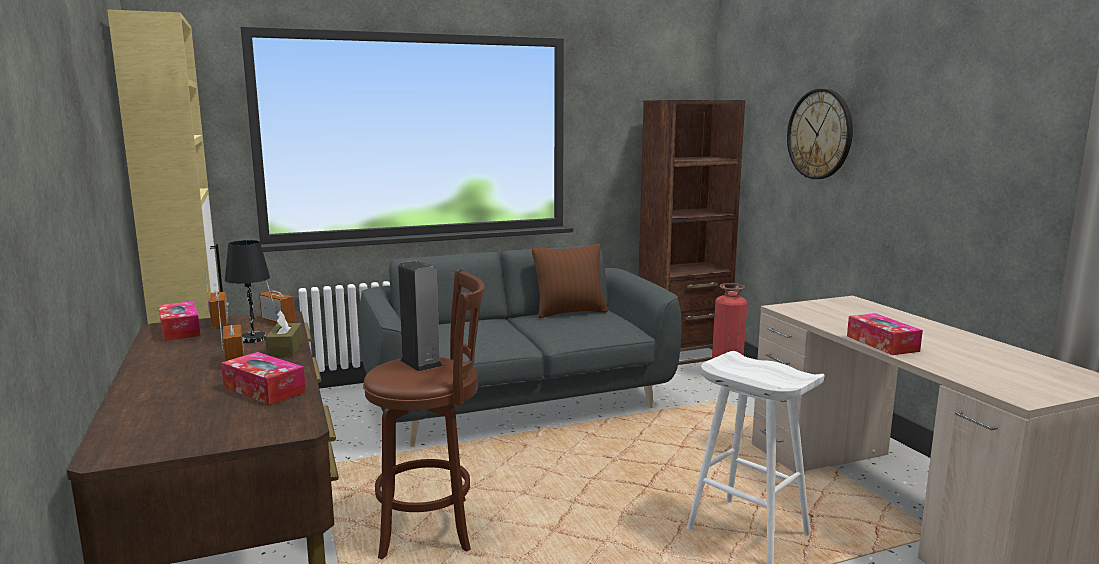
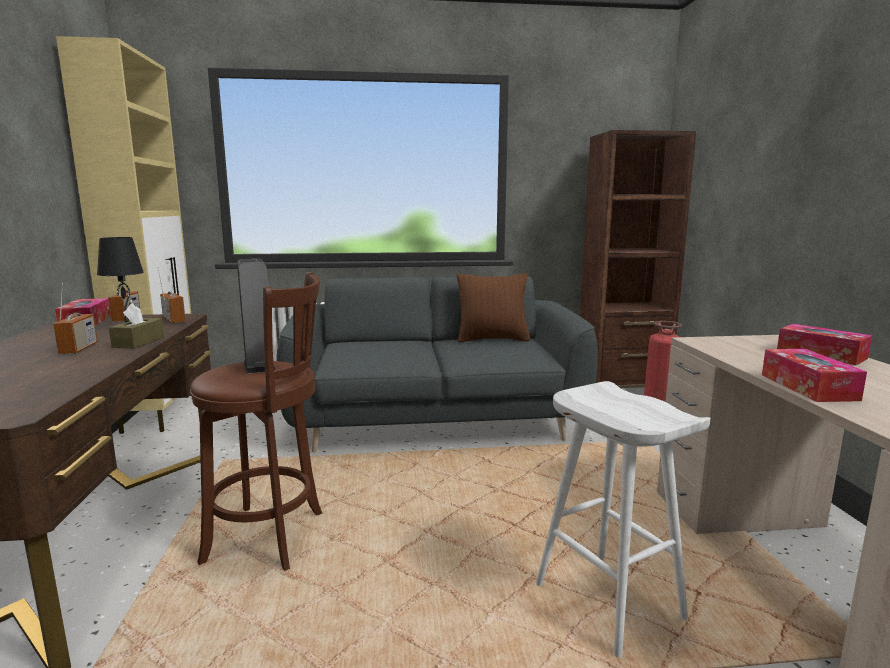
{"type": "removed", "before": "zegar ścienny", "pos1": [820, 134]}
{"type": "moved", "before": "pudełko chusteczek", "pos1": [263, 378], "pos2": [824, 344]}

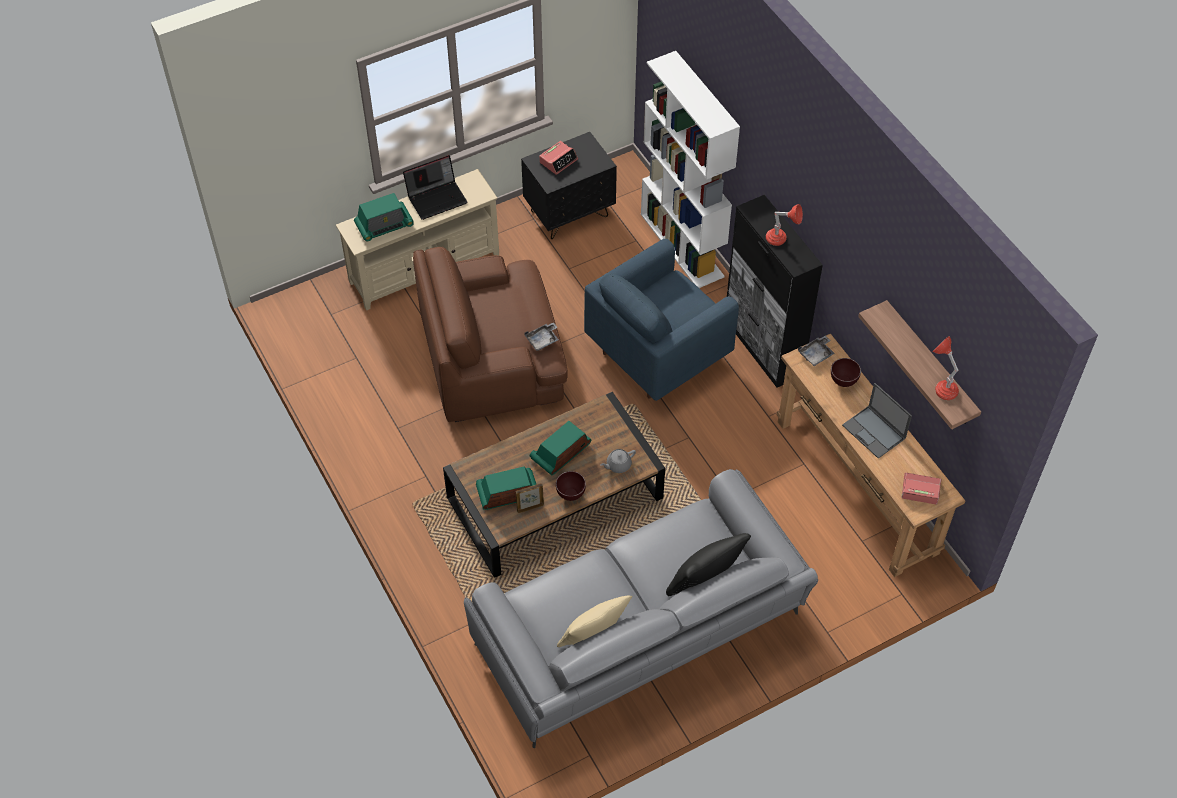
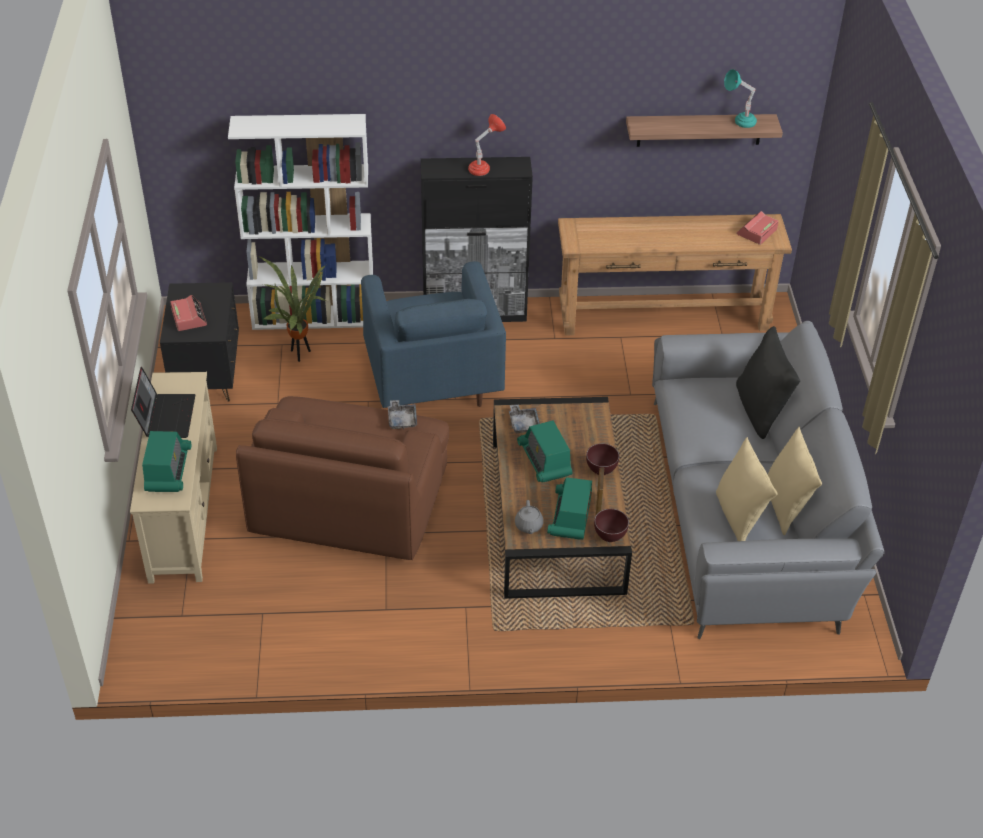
{"type": "removed", "before": "laptop", "pos1": [877, 421]}
{"type": "added", "after": "roślina doniczkowa", "pos2": [293, 309]}
{"type": "added", "after": "poduszka [beżowy]", "pos2": [747, 489]}
{"type": "moved", "before": "imbryk [szary]", "pos1": [618, 461], "pos2": [529, 517]}
{"type": "moved", "before": "taca [szary]", "pos1": [816, 351], "pos2": [524, 418]}
{"type": "moved", "before": "miska [brązowy]", "pos1": [846, 372], "pos2": [611, 525]}
{"type": "recoloured", "before": "lampa stołowa [czerwony]", "after": "lampa stołowa [turkusowy]", "pos1": [946, 368], "pos2": [740, 98]}

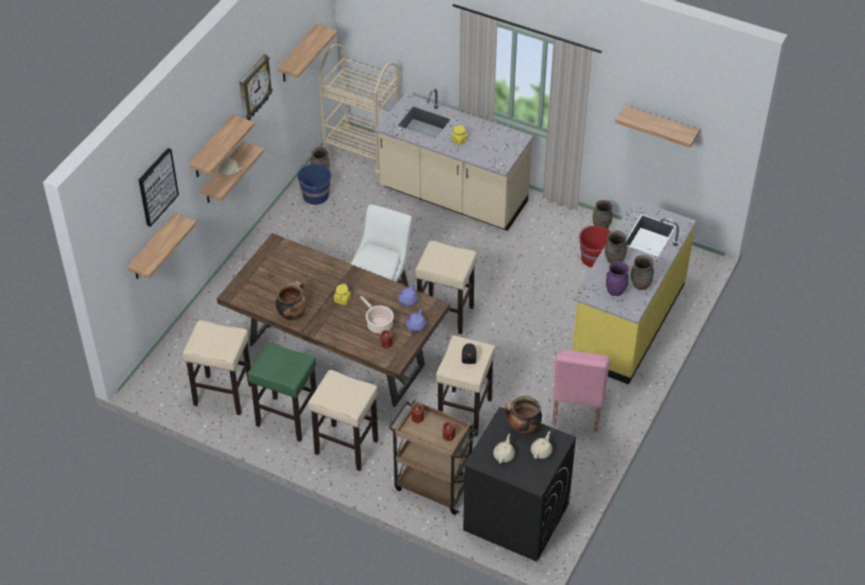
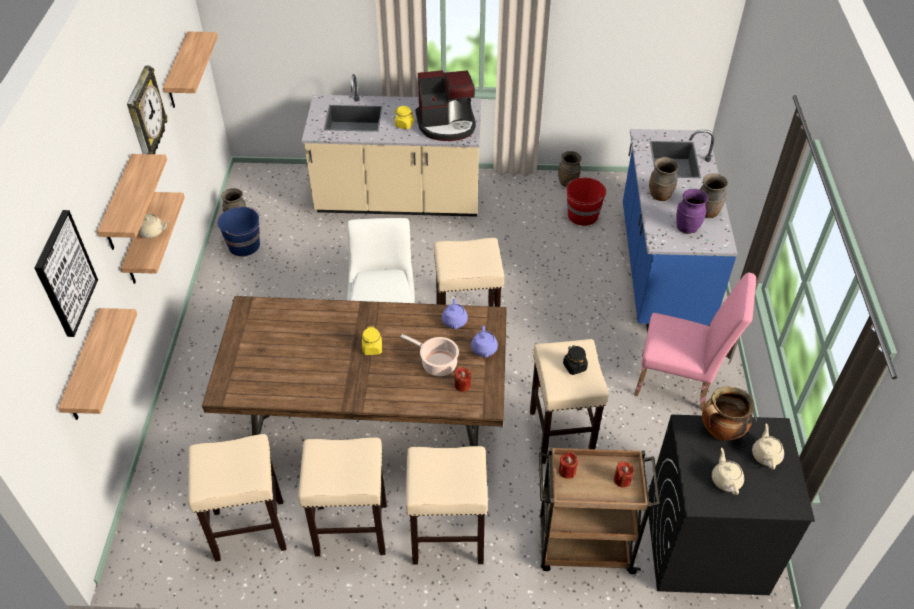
{"type": "removed", "before": "garnek", "pos1": [291, 300]}
{"type": "removed", "before": "wózek [beżowy]", "pos1": [359, 111]}
{"type": "removed", "before": "półka", "pos1": [657, 126]}
{"type": "added", "after": "ekspres do kawy", "pos2": [446, 105]}
{"type": "recoloured", "before": "stołek [zielony]", "after": "stołek [beżowy]", "pos1": [282, 392], "pos2": [342, 496]}
{"type": "recoloured", "before": "zabudowa kuchenna [żółty]", "after": "zabudowa kuchenna [niebieski]", "pos1": [634, 292], "pos2": [680, 230]}
{"type": "turned", "before": "krzesło [różowy]", "pos1": [581, 390], "pos2": [695, 341], "turn": -60}

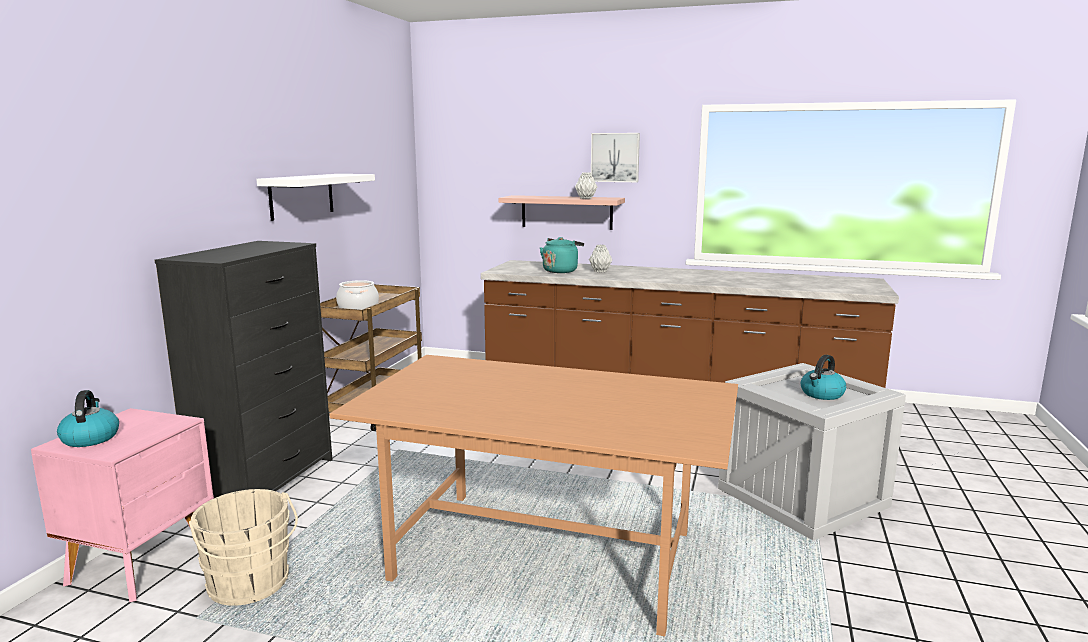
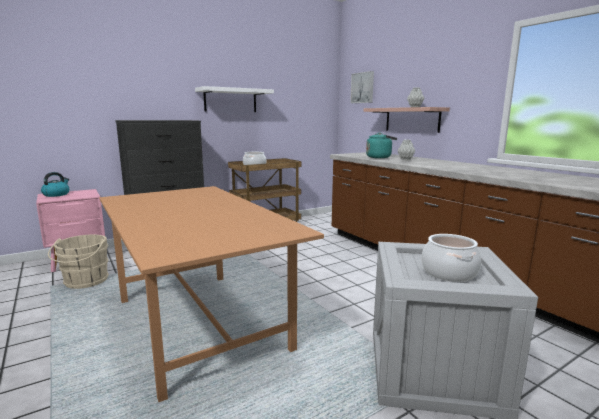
{"type": "moved", "before": "obraz", "pos1": [615, 157], "pos2": [362, 87]}
{"type": "replaced", "before": "czajnik", "after": "garnek", "pos1": [823, 377], "pos2": [451, 258]}

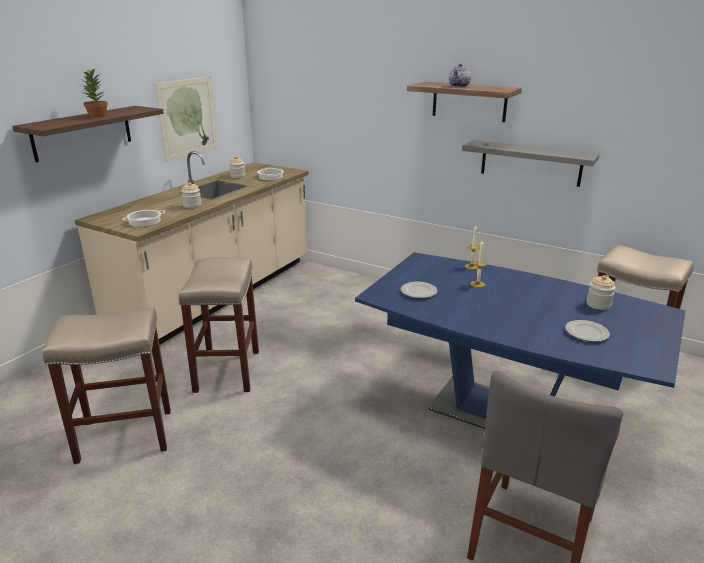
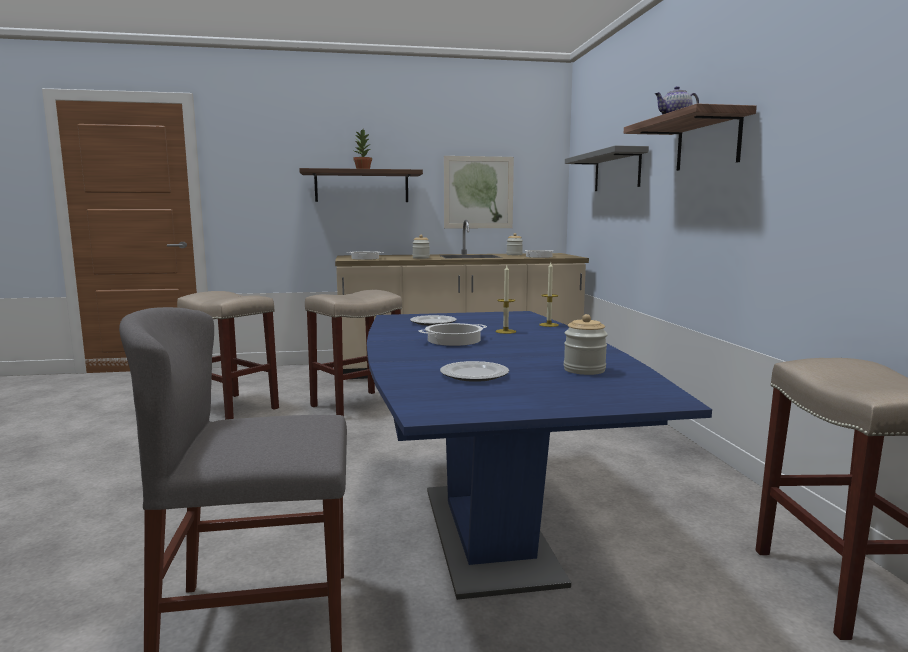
{"type": "added", "after": "garnek", "pos2": [453, 334]}
{"type": "moved", "before": "półka [szary]", "pos1": [531, 163], "pos2": [607, 168]}

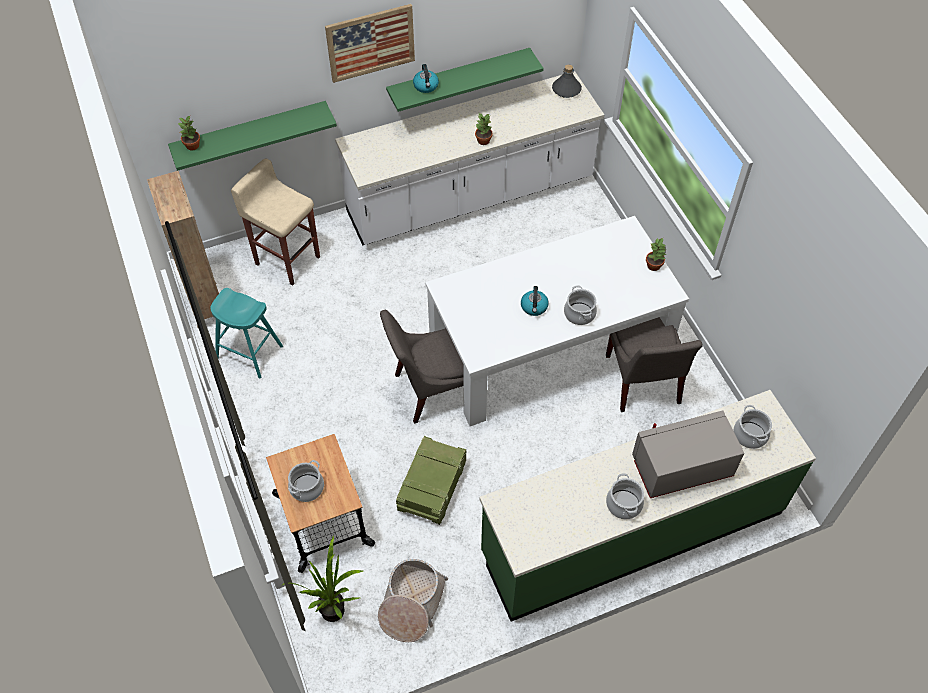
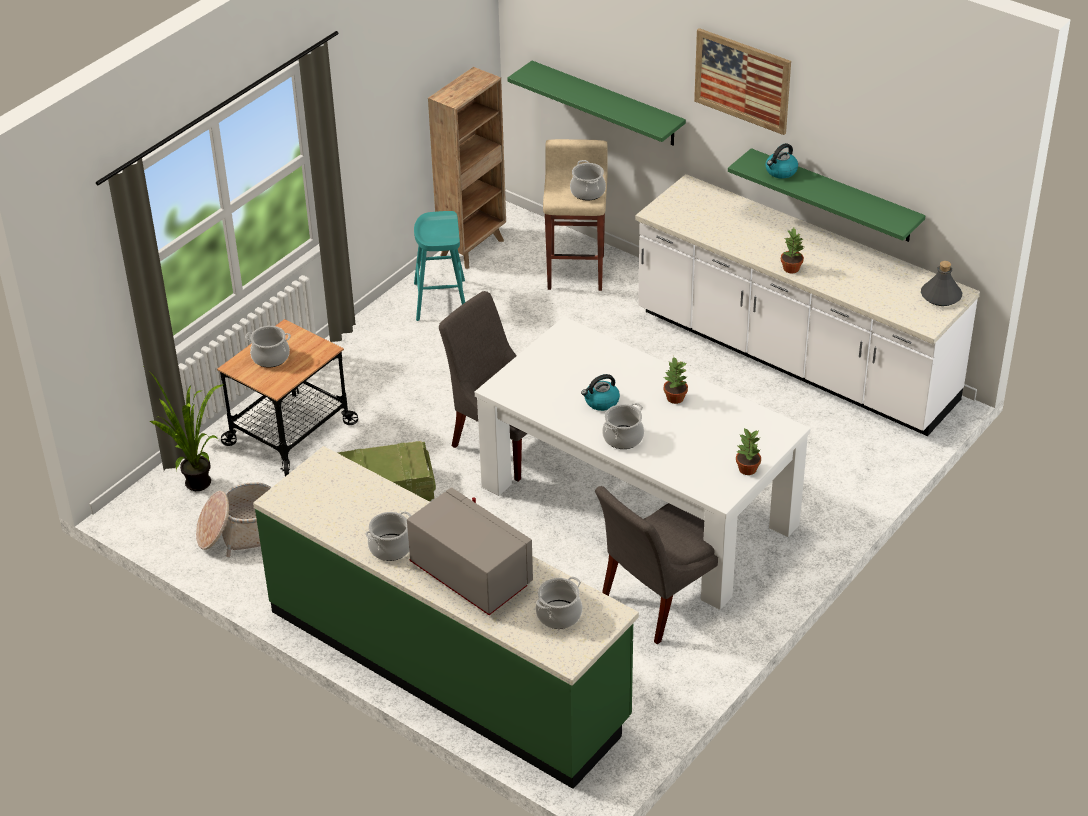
{"type": "added", "after": "garnek", "pos2": [588, 180]}
{"type": "moved", "before": "roślina doniczkowa", "pos1": [188, 132], "pos2": [676, 380]}

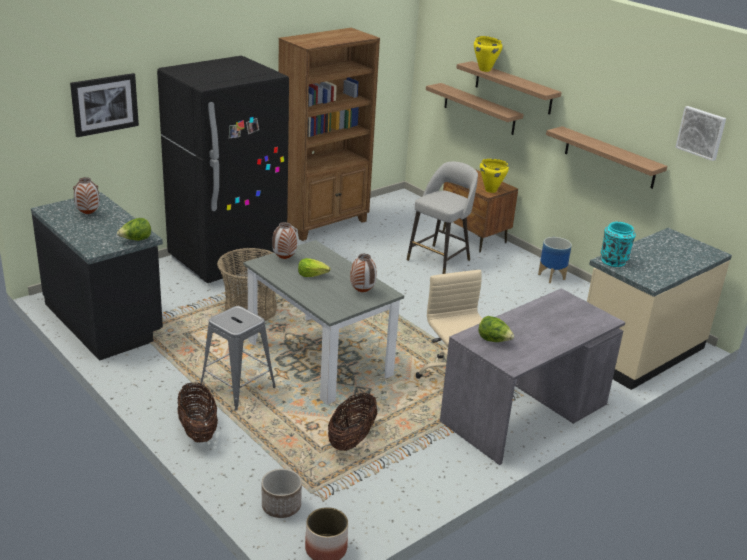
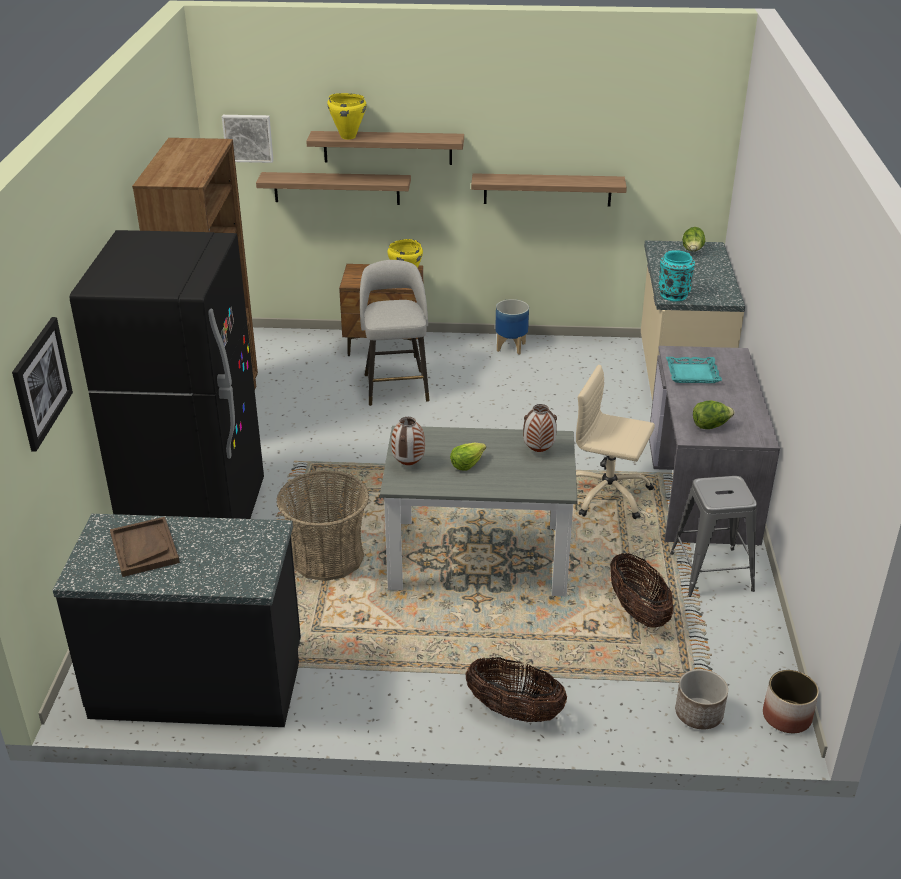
{"type": "added", "after": "taca [turkusowy]", "pos2": [694, 370]}
{"type": "moved", "before": "sałata", "pos1": [134, 229], "pos2": [693, 239]}
{"type": "moved", "before": "stołek [szary]", "pos1": [238, 358], "pos2": [713, 536]}
{"type": "moved", "before": "obraz", "pos1": [700, 133], "pos2": [247, 139]}
{"type": "replaced", "before": "wazon", "after": "taca [brązowy]", "pos1": [86, 195], "pos2": [145, 547]}

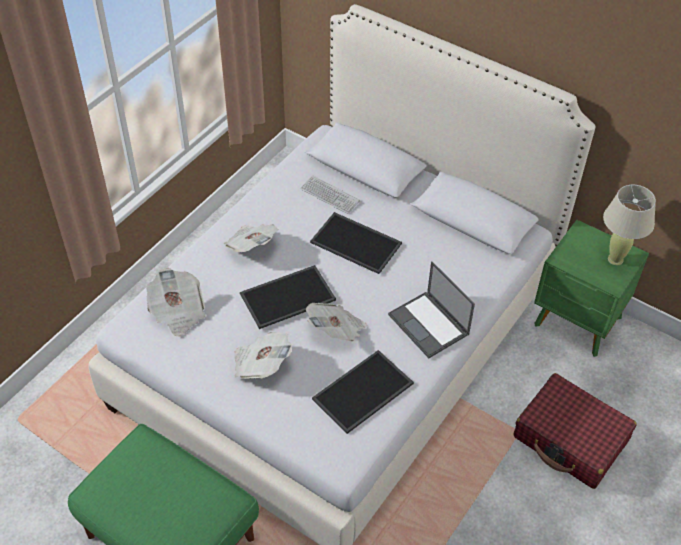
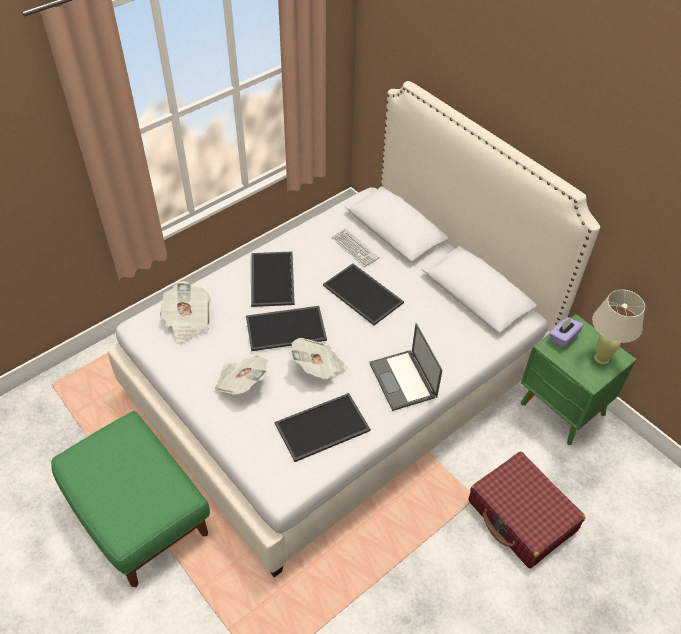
{"type": "added", "after": "pudełko chusteczek [fioletowy]", "pos2": [566, 333]}
{"type": "replaced", "before": "gazeta", "after": "taca", "pos1": [251, 238], "pos2": [273, 279]}

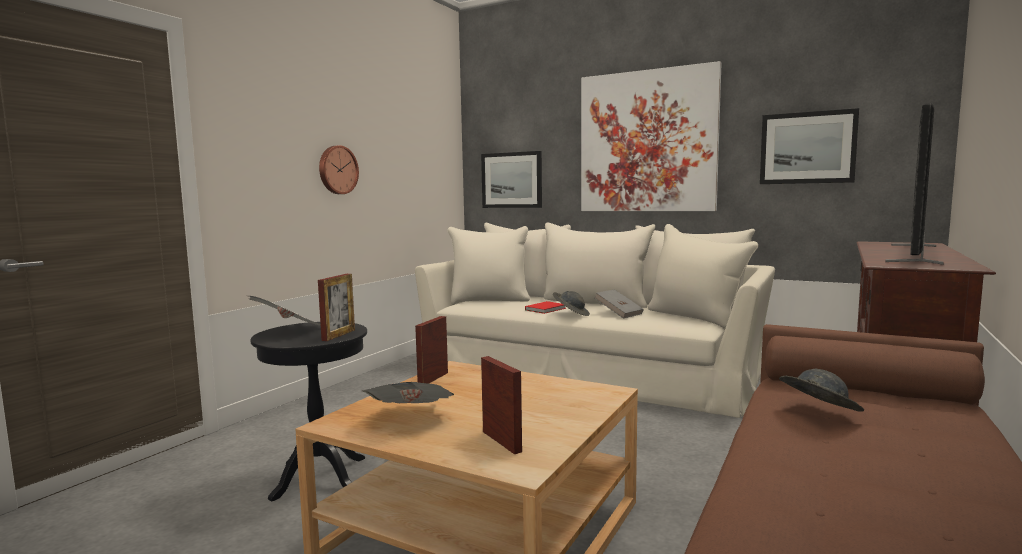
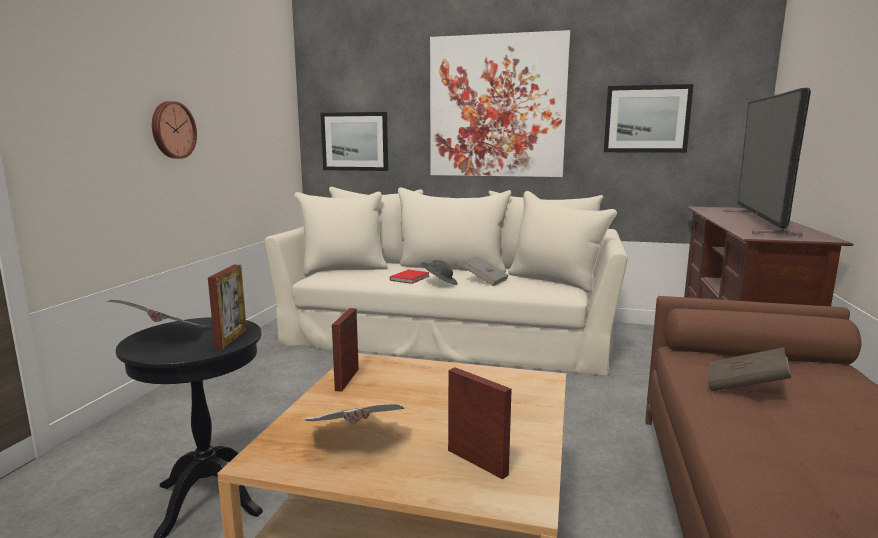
{"type": "replaced", "before": "kapelusz [szary]", "after": "książka [brązowy]", "pos1": [821, 390], "pos2": [749, 369]}

